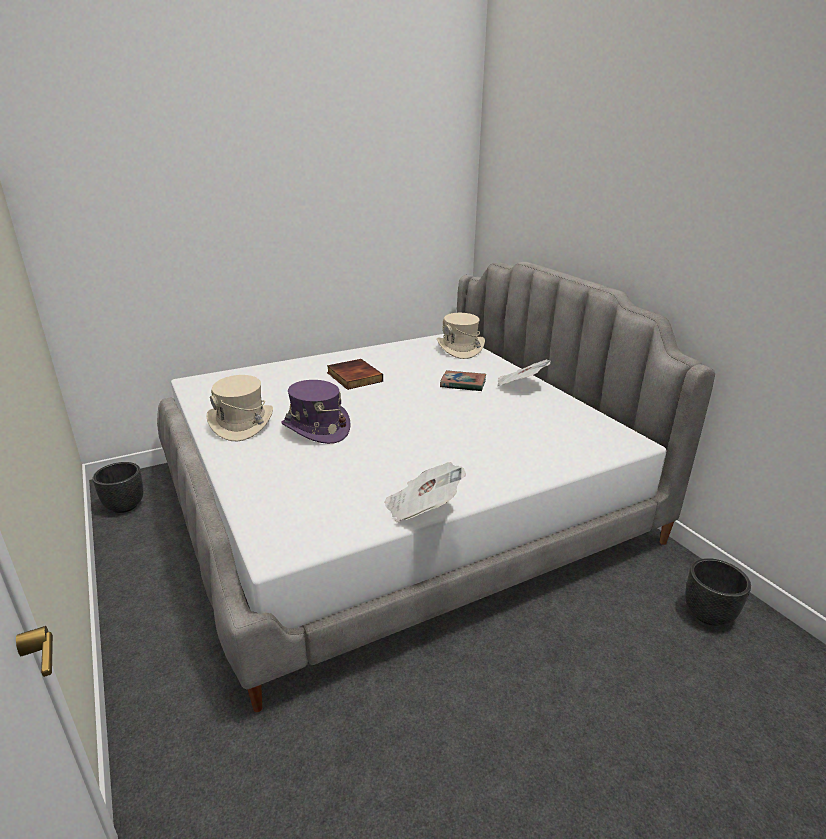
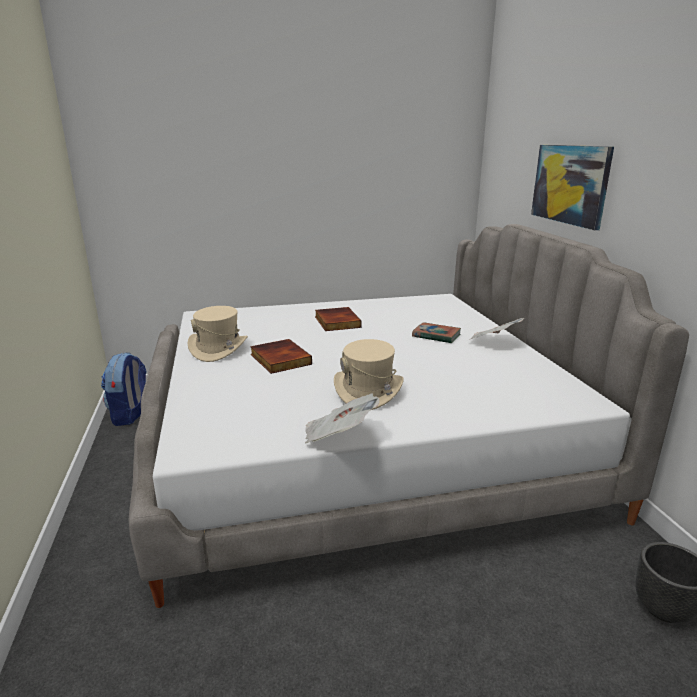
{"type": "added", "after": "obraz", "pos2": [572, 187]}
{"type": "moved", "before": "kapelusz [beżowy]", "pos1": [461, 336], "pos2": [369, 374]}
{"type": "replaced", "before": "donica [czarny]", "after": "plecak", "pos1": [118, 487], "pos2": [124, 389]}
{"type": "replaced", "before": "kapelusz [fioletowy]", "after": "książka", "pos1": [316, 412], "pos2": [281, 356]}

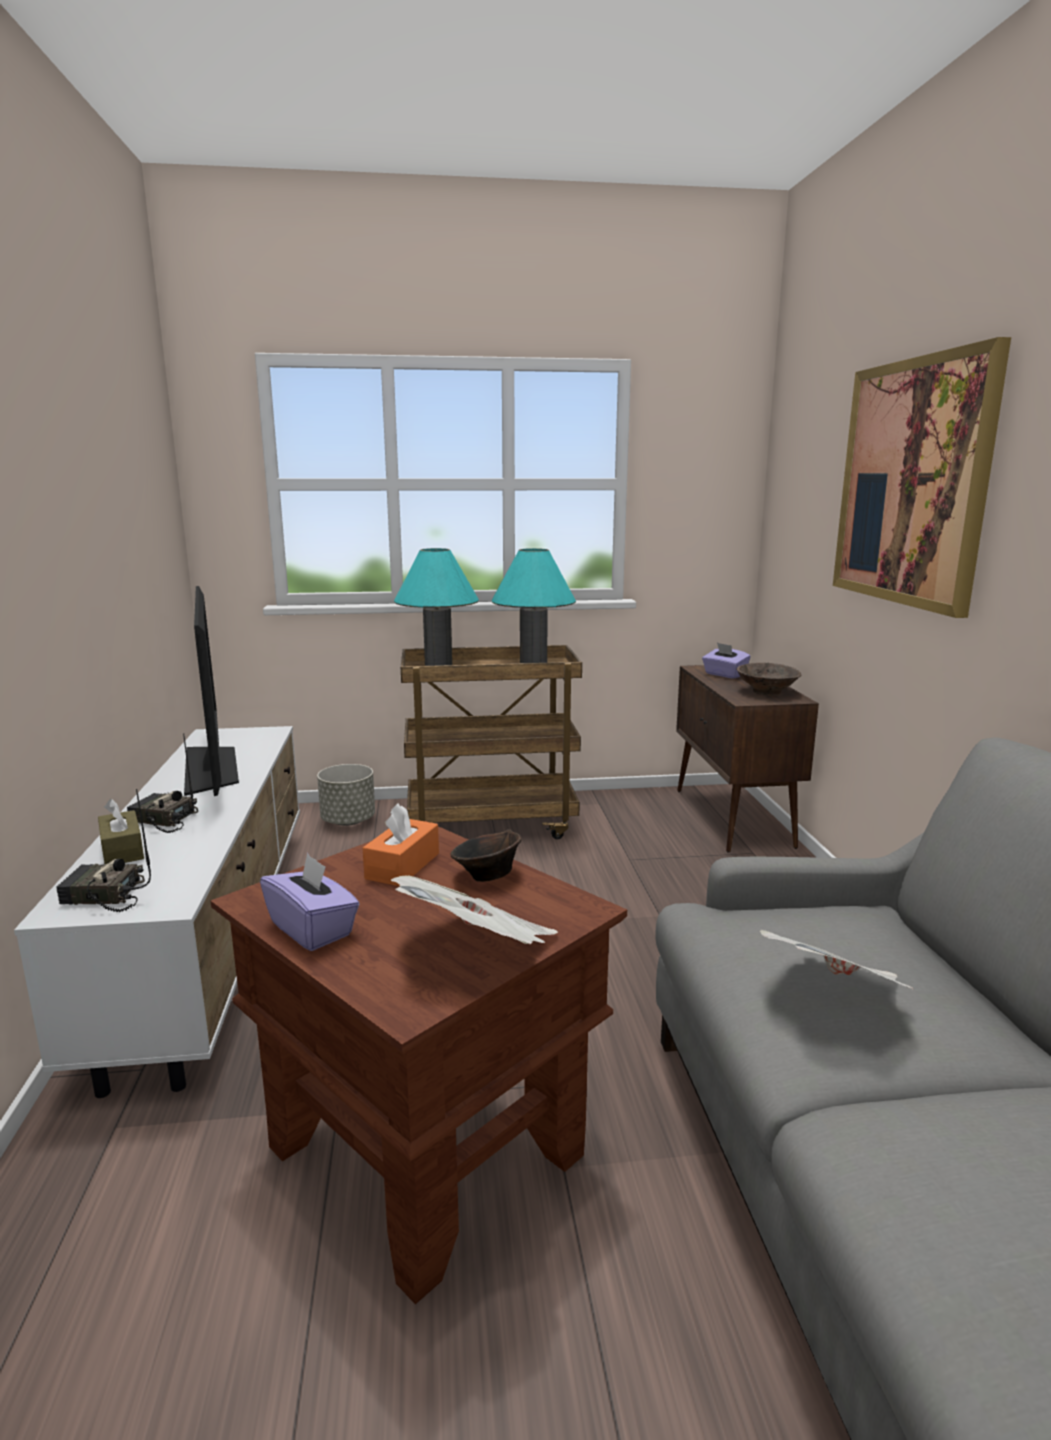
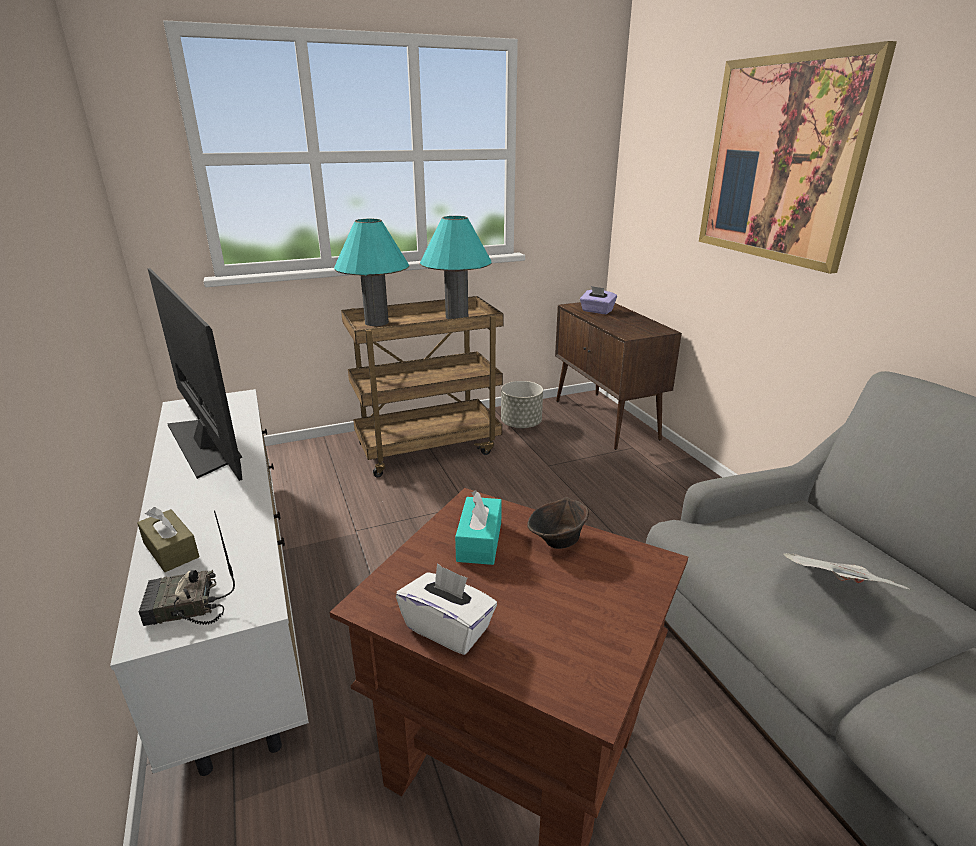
{"type": "removed", "before": "radio", "pos1": [162, 783]}
{"type": "removed", "before": "gazeta", "pos1": [474, 910]}
{"type": "removed", "before": "miska [brązowy]", "pos1": [769, 679]}
{"type": "moved", "before": "donica [szary]", "pos1": [346, 795], "pos2": [522, 405]}
{"type": "recoloured", "before": "pudełko chusteczek [fioletowy]", "after": "pudełko chusteczek [biały]", "pos1": [309, 902], "pos2": [446, 609]}
{"type": "recoloured", "before": "pudełko chusteczek [pomarańczowy]", "after": "pudełko chusteczek [turkusowy]", "pos1": [401, 845], "pos2": [478, 528]}

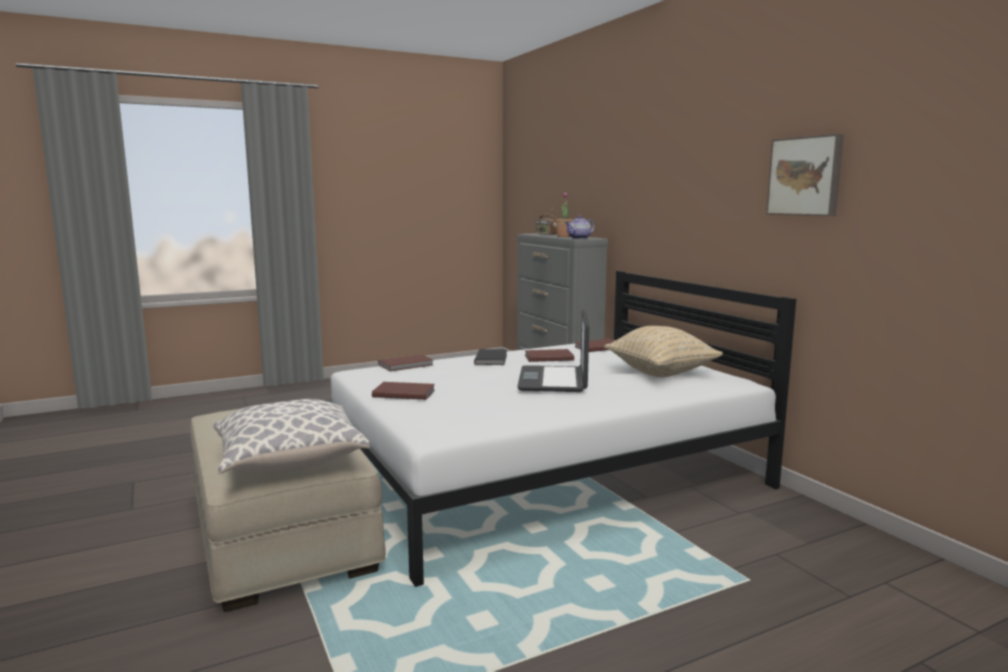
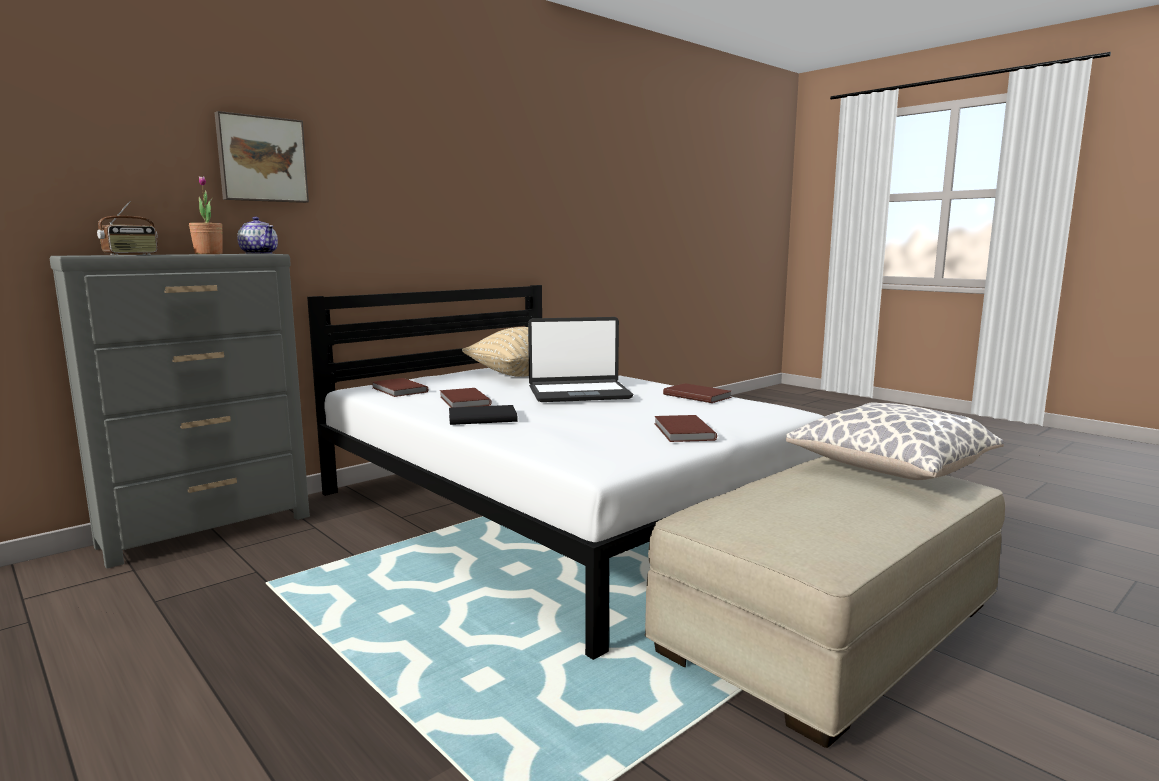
{"type": "moved", "before": "książka [brązowy]", "pos1": [405, 362], "pos2": [697, 393]}
{"type": "moved", "before": "obraz", "pos1": [805, 175], "pos2": [261, 157]}

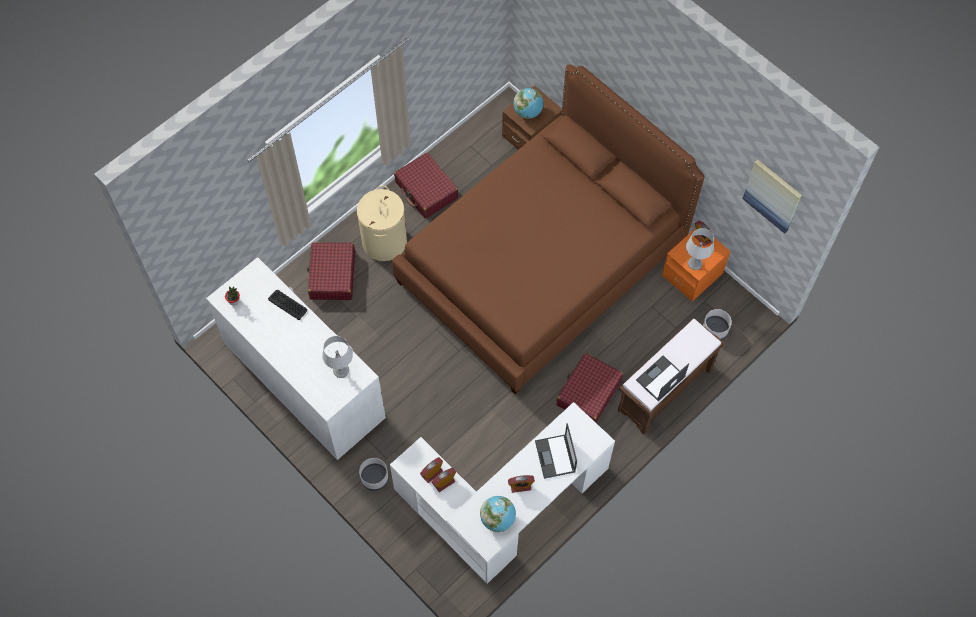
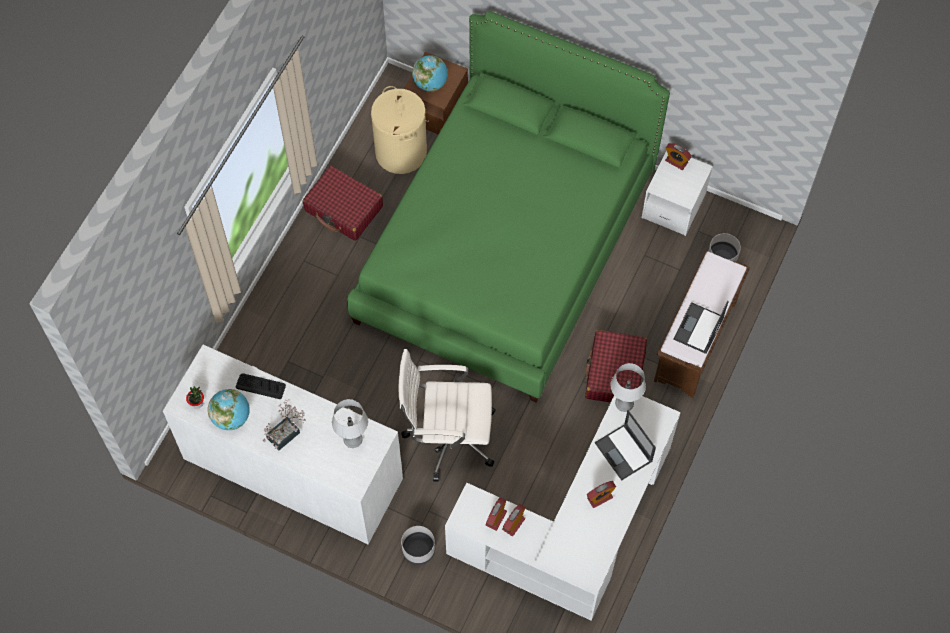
{"type": "removed", "before": "walizka [czerwony]", "pos1": [331, 271]}
{"type": "removed", "before": "obraz", "pos1": [772, 197]}
{"type": "added", "after": "roślina doniczkowa", "pos2": [284, 425]}
{"type": "added", "after": "krzesło biurowe [biały]", "pos2": [447, 415]}
{"type": "moved", "before": "kosz na pranie [beżowy]", "pos1": [382, 223], "pos2": [399, 130]}
{"type": "moved", "before": "globus", "pos1": [498, 514], "pos2": [229, 409]}
{"type": "moved", "before": "lampa stołowa [szary]", "pos1": [700, 249], "pos2": [628, 387]}
{"type": "recoloured", "before": "łóżko [brązowy]", "after": "łóżko [zielony]", "pos1": [548, 230], "pos2": [508, 206]}
{"type": "recoloured", "before": "szafka nocna [pomarańczowy]", "after": "szafka nocna [biały]", "pos1": [696, 265], "pos2": [677, 193]}

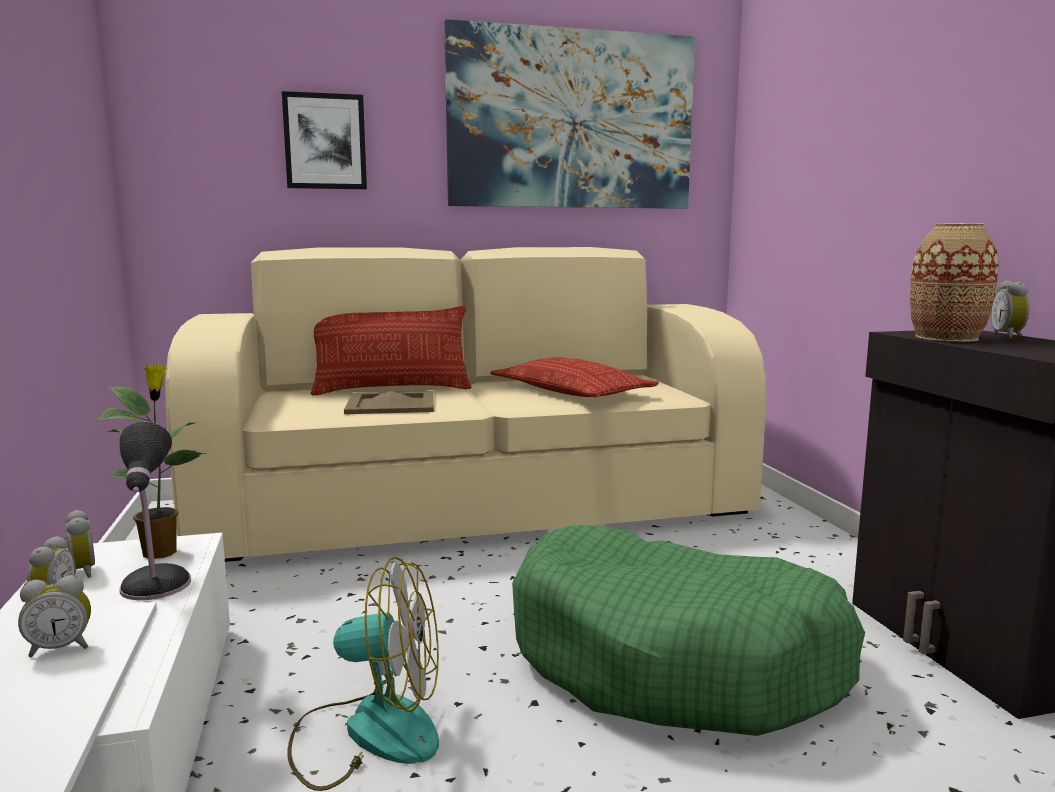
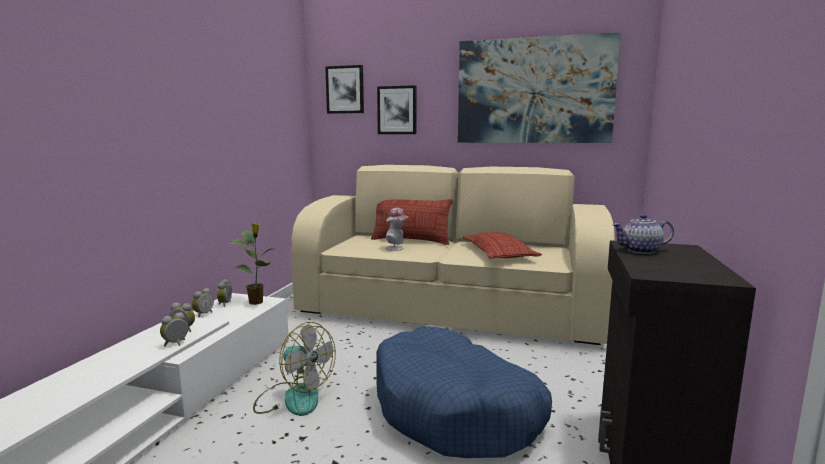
{"type": "removed", "before": "lampa stołowa", "pos1": [155, 510]}
{"type": "added", "after": "obraz", "pos2": [344, 89]}
{"type": "moved", "before": "budzik", "pos1": [1010, 310], "pos2": [174, 329]}
{"type": "replaced", "before": "taca [beżowy]", "after": "kapelusz", "pos1": [389, 402], "pos2": [397, 229]}
{"type": "replaced", "before": "wazon", "after": "imbryk", "pos1": [954, 282], "pos2": [643, 234]}
{"type": "recoloured", "before": "legowisko [zielony]", "after": "legowisko [niebieski]", "pos1": [688, 630], "pos2": [464, 392]}

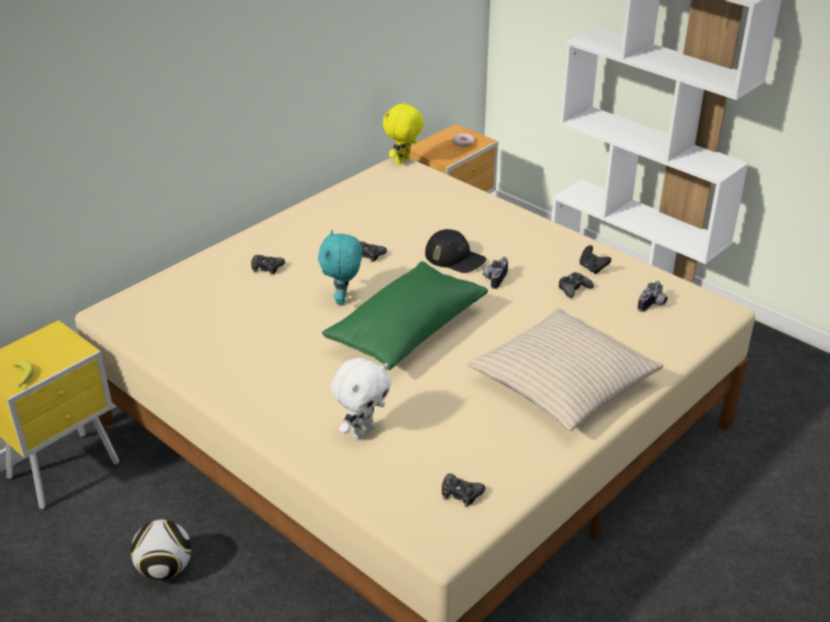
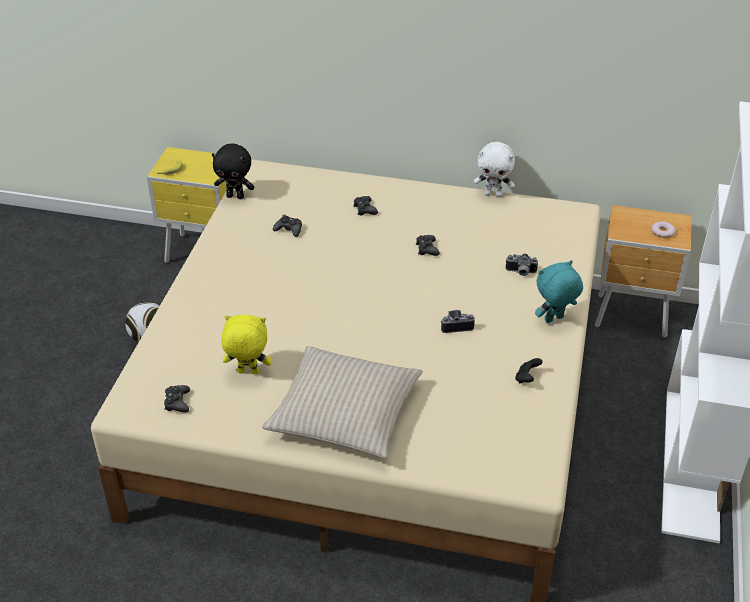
{"type": "removed", "before": "poduszka [zielony]", "pos1": [405, 315]}
{"type": "removed", "before": "czapka z daszkiem [czarny]", "pos1": [455, 251]}
{"type": "added", "after": "pluszak [czarny]", "pos2": [233, 171]}
{"type": "moved", "before": "pluszak [turkusowy]", "pos1": [340, 267], "pos2": [559, 291]}
{"type": "moved", "before": "pluszak [biały]", "pos1": [361, 398], "pos2": [494, 169]}
{"type": "moved", "before": "pluszak [żółty]", "pos1": [403, 132], "pos2": [246, 344]}
{"type": "moved", "before": "pad do gier [czarny]", "pos1": [576, 285], "pos2": [287, 226]}
{"type": "moved", "before": "aparat fotograficzny", "pos1": [652, 296], "pos2": [521, 264]}

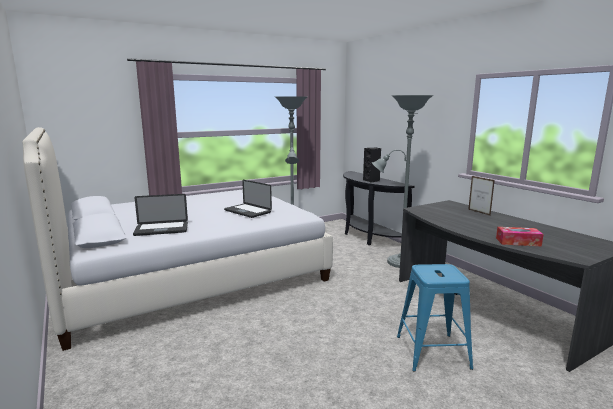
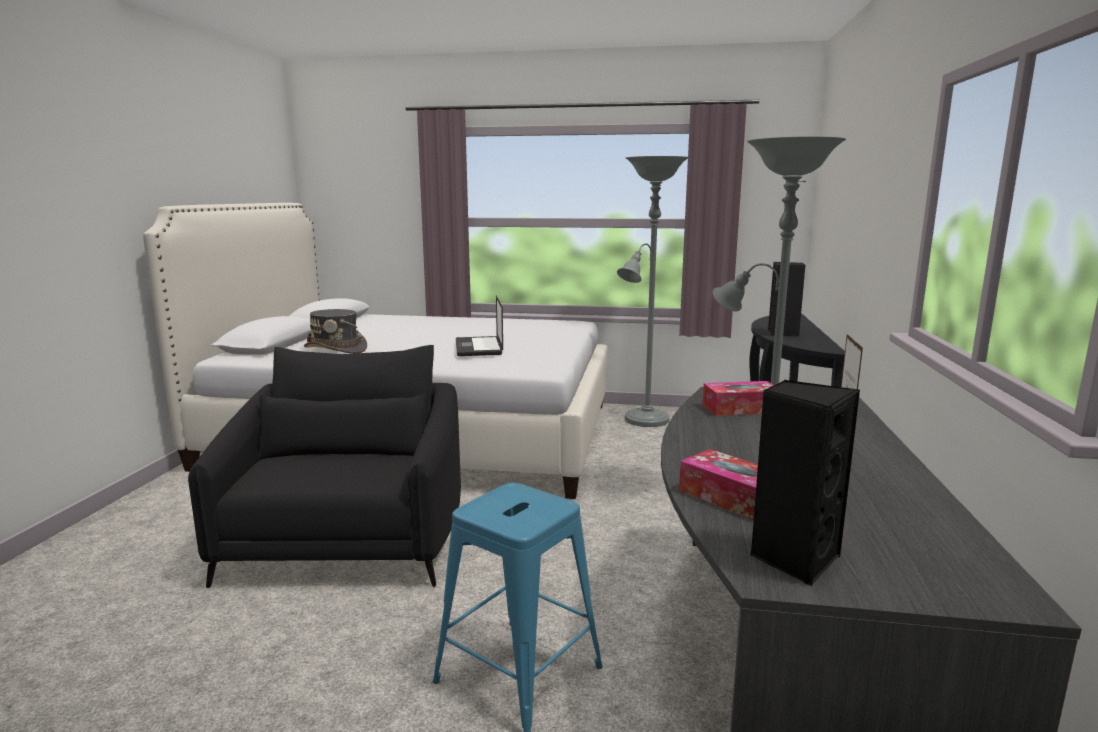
{"type": "added", "after": "fotel [czarny]", "pos2": [324, 466]}
{"type": "added", "after": "pudełko chusteczek", "pos2": [738, 398]}
{"type": "added", "after": "głośnik [czarny]", "pos2": [805, 483]}
{"type": "replaced", "before": "laptop", "after": "kapelusz [szary]", "pos1": [160, 215], "pos2": [335, 331]}

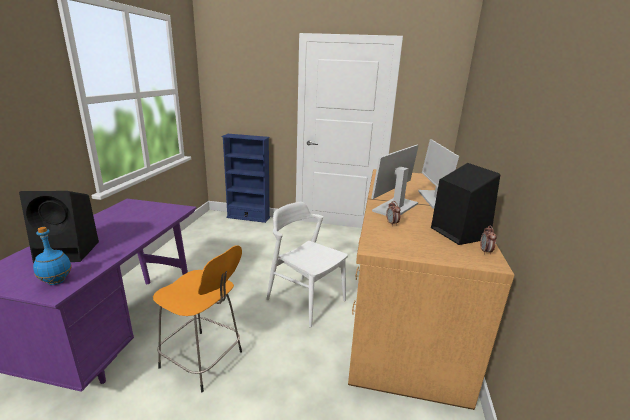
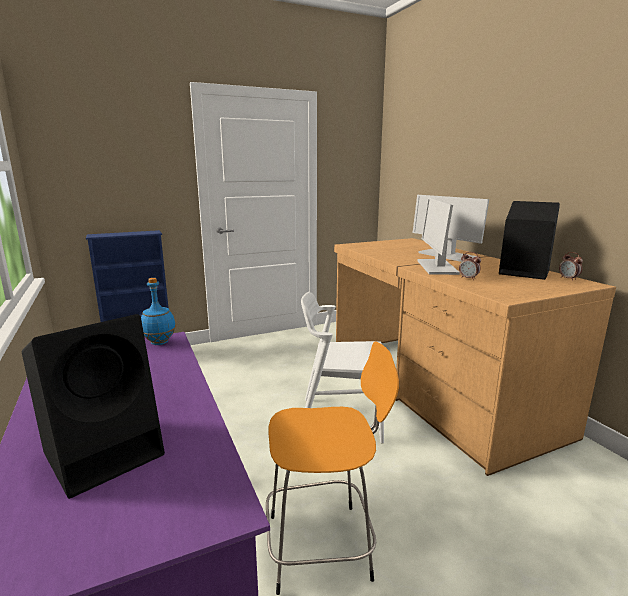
{"type": "moved", "before": "butelka [niebieski]", "pos1": [52, 256], "pos2": [158, 311]}

